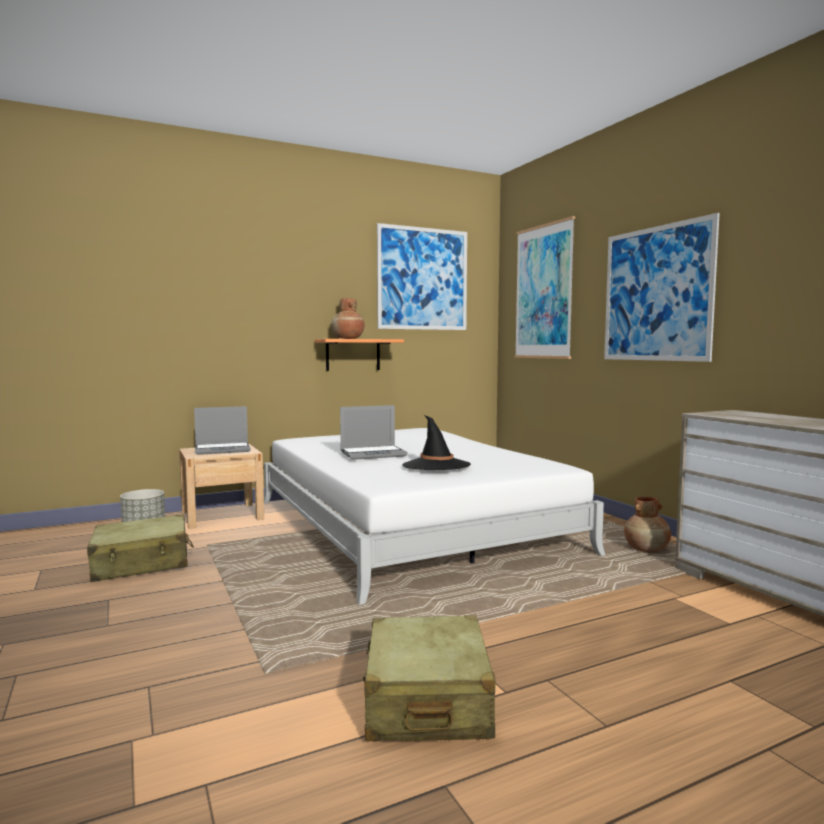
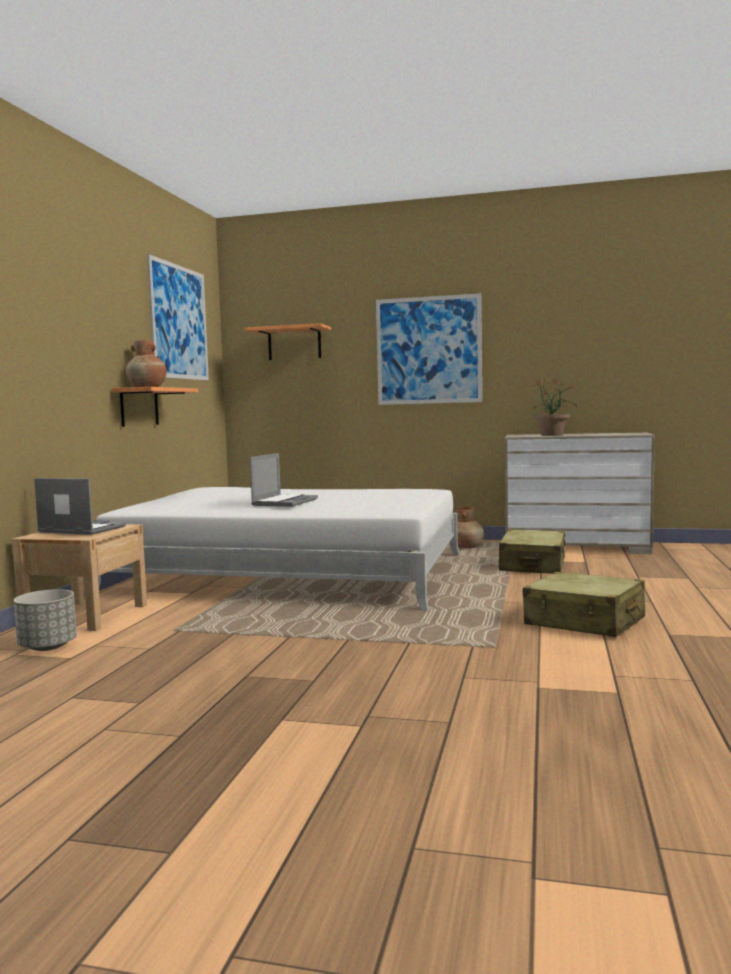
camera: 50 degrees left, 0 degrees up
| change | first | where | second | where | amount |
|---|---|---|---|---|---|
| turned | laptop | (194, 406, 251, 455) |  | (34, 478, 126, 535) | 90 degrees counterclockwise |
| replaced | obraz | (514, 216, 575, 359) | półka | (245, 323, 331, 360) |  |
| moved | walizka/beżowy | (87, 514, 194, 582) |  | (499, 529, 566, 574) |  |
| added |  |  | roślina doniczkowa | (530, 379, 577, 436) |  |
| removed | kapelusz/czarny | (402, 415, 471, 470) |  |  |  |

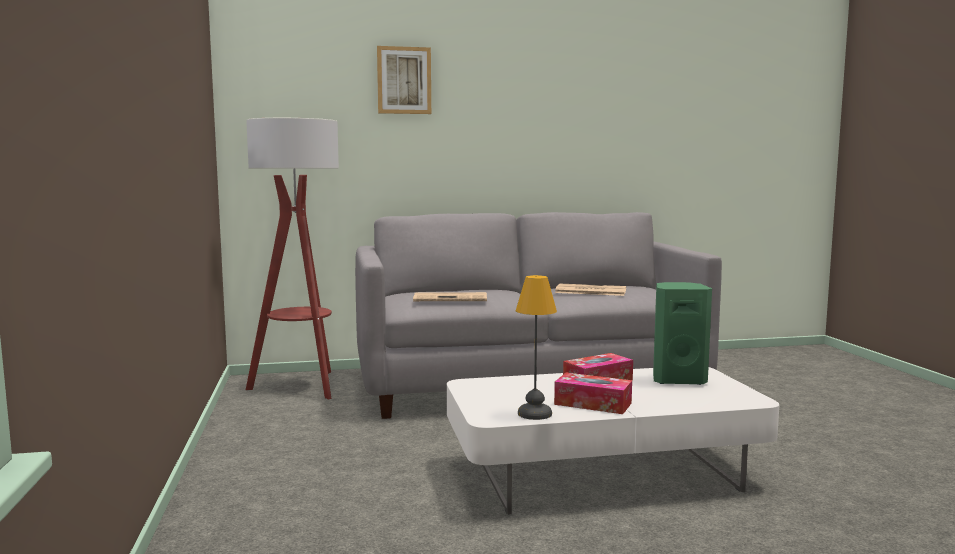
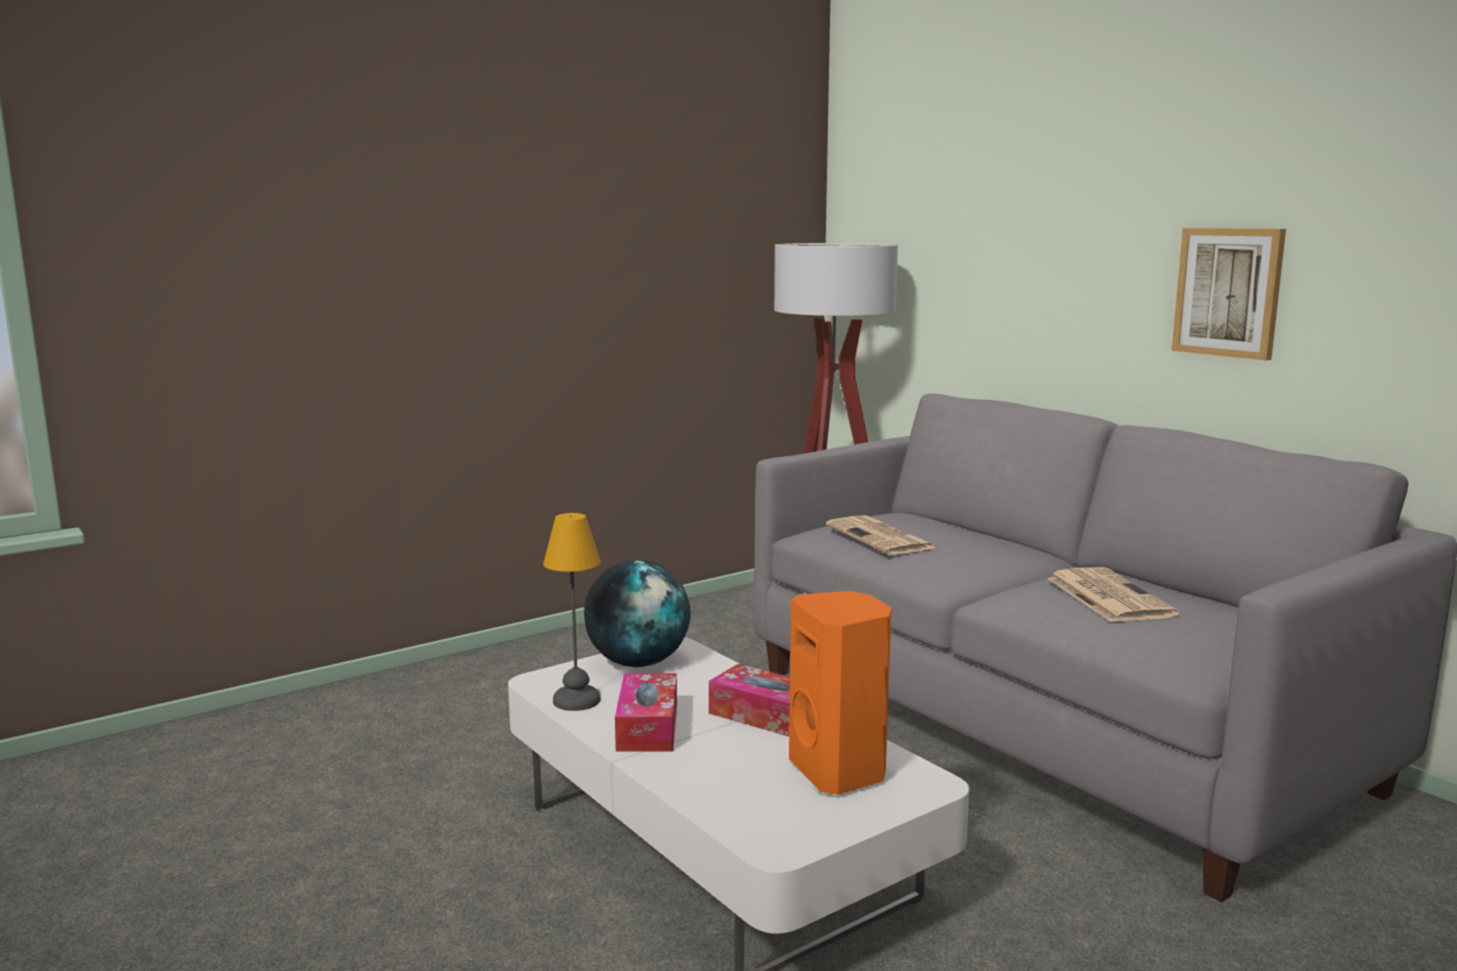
camera: 65 degrees right, 5 degrees up
| change | first | where | second | where | amount |
|---|---|---|---|---|---|
| added |  |  | globus | (584, 560, 691, 667) |  |
| recoloured | głośnik/zielony | (653, 282, 712, 385) | głośnik/pomarańczowy | (789, 591, 892, 795) |  |
| moved | obraz | (377, 46, 431, 114) |  | (1172, 228, 1286, 361) |  |

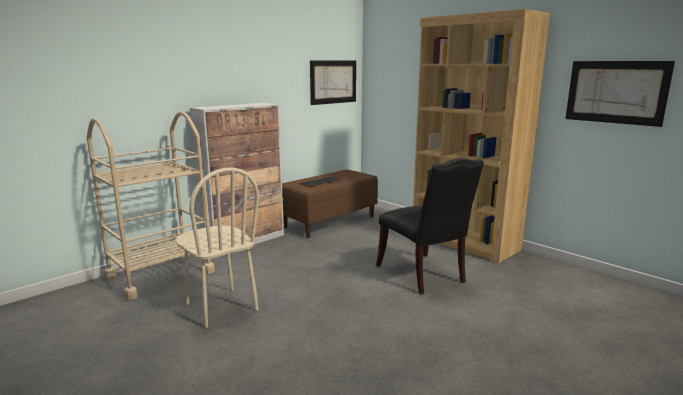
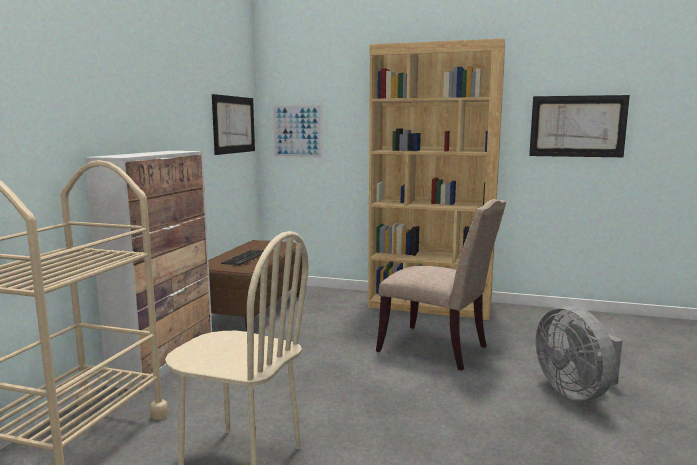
camera: 30 degrees left, 5 degrees down
| change | first | where | second | where | amount |
|---|---|---|---|---|---|
| added |  |  | obraz | (272, 104, 323, 159) |  |
| recoloured | krzesło/czarny | (376, 158, 484, 294) | krzesło/beżowy | (376, 199, 506, 371) |  |
| added |  |  | wentylator/szary | (536, 306, 623, 401) |  |

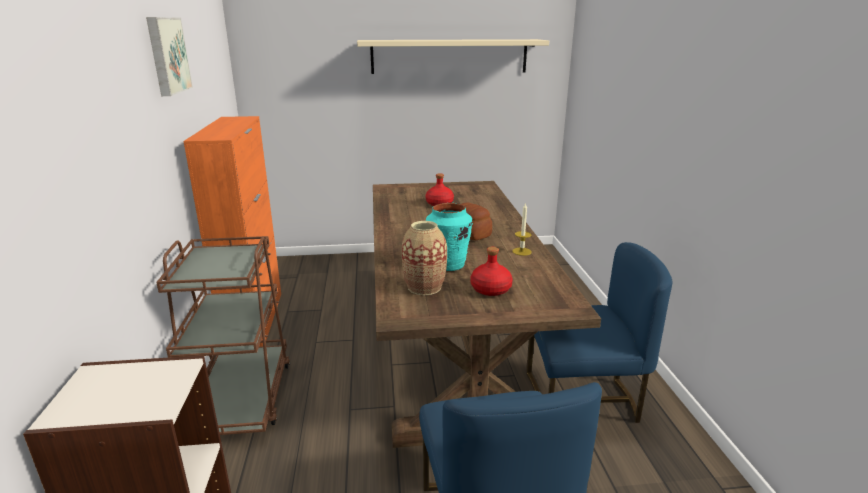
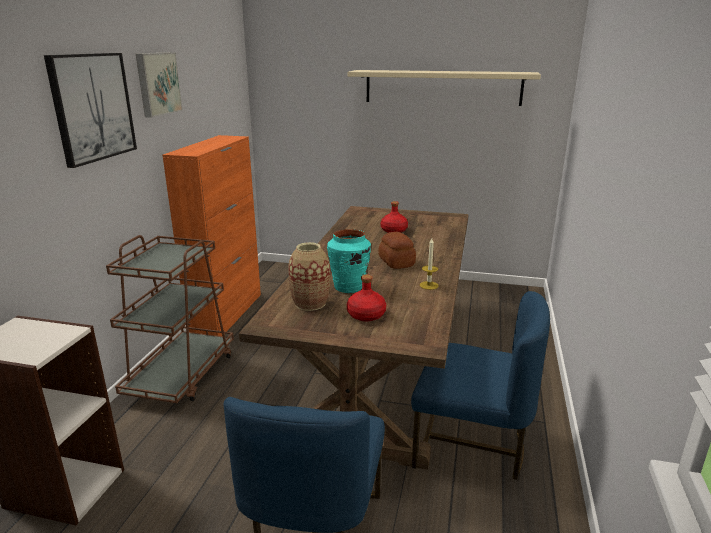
camera: 20 degrees right, 0 degrees up
| change | first | where | second | where | amount |
|---|---|---|---|---|---|
| added |  |  | obraz | (44, 53, 137, 168) |  |

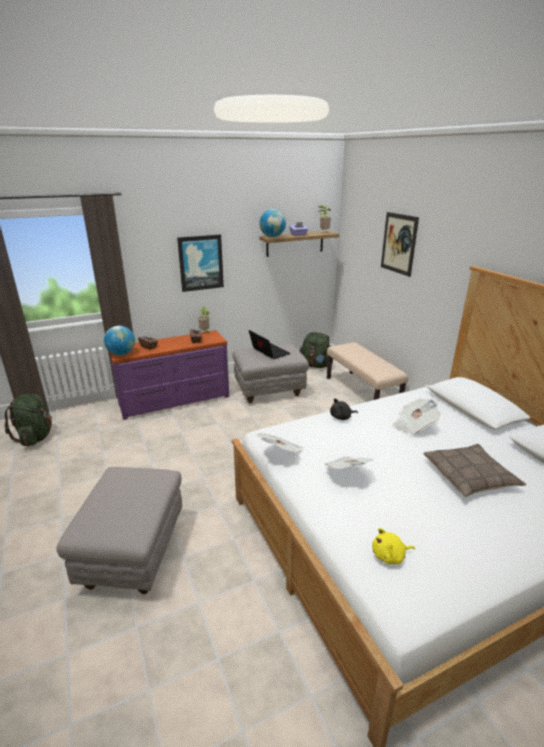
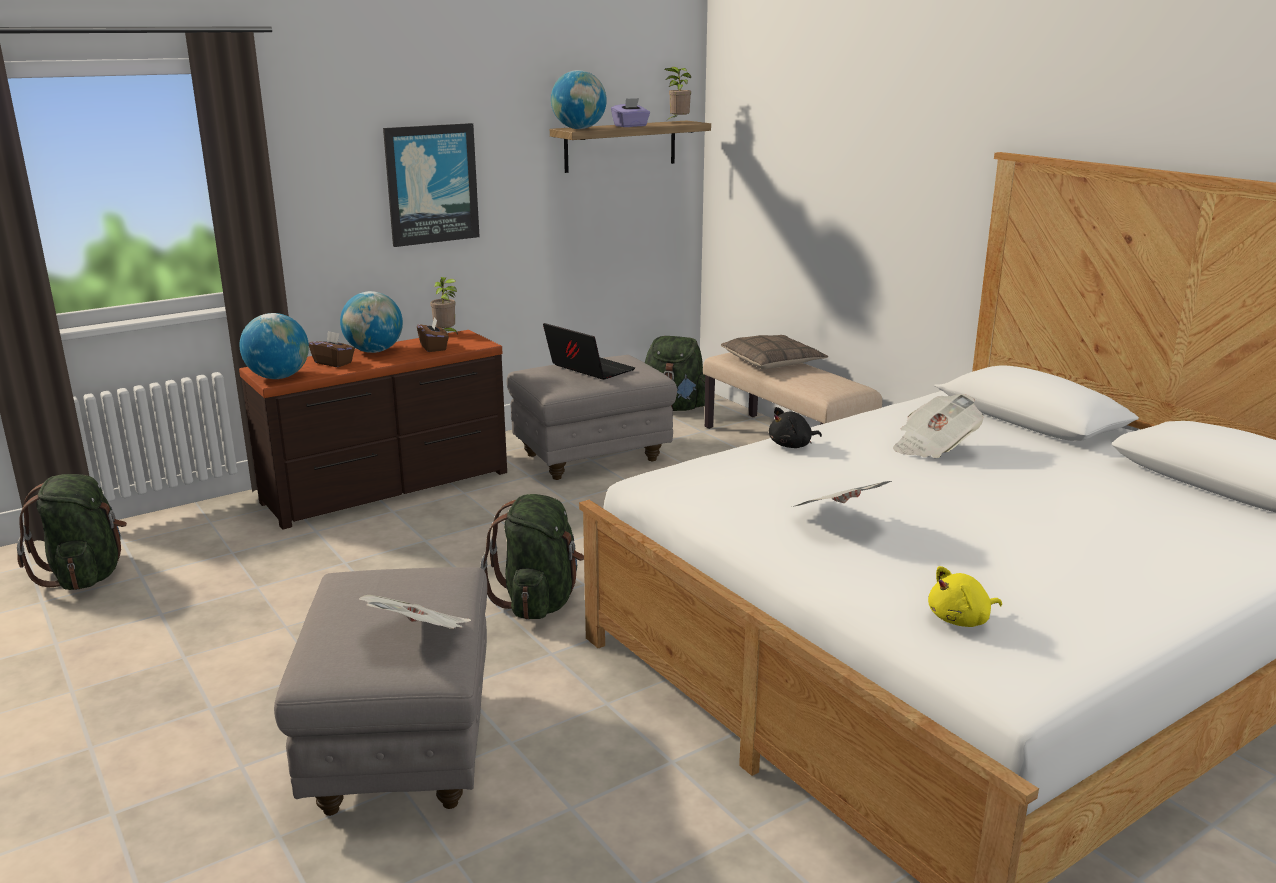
camera: 10 degrees left, 5 degrees down
| change | first | where | second | where | amount |
|---|---|---|---|---|---|
| recoloured | komoda/fioletowy | (109, 330, 229, 420) | komoda/brązowy | (239, 330, 507, 530) |  |
| added |  |  | globus | (340, 291, 403, 353) |  |
| moved | gazeta | (257, 433, 303, 453) |  | (359, 595, 471, 629) |  |
| added |  |  | plecak/zielony | (480, 494, 584, 620) |  |
| moved | poduszka | (423, 444, 526, 497) |  | (721, 335, 828, 369) |  |
| removed | obraz | (381, 212, 419, 277) |  |  |  |

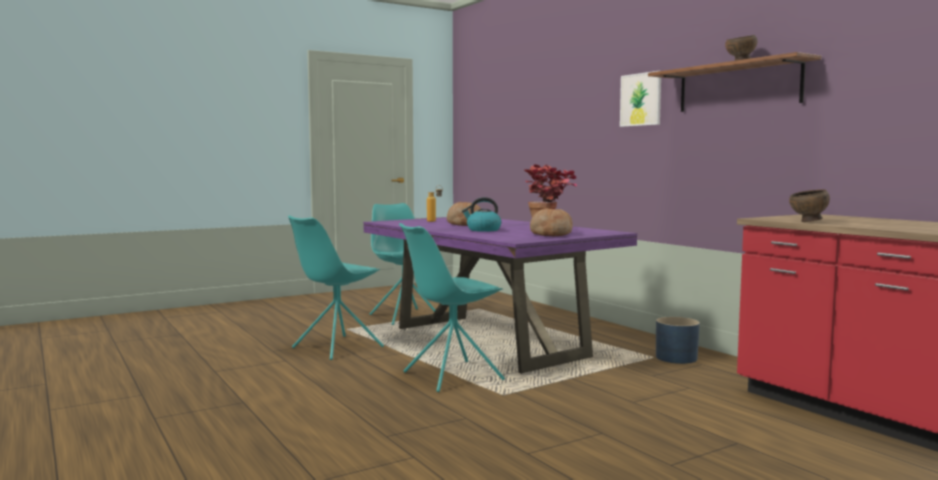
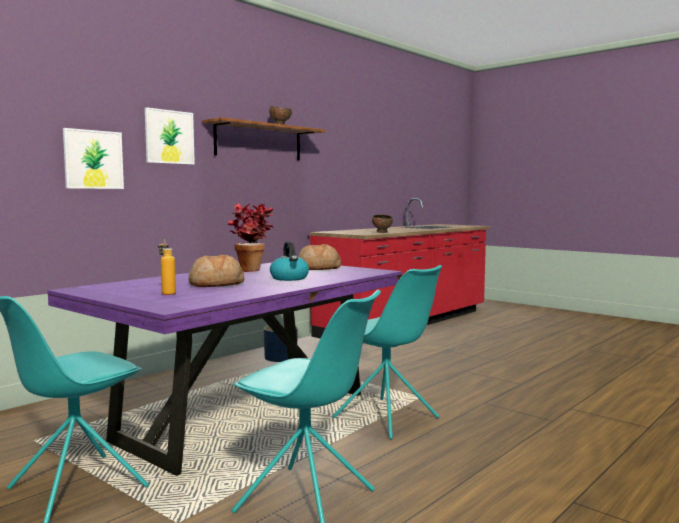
camera: 105 degrees left, 0 degrees up
| change | first | where | second | where | amount |
|---|---|---|---|---|---|
| added |  |  | obraz | (63, 128, 124, 189) |  |

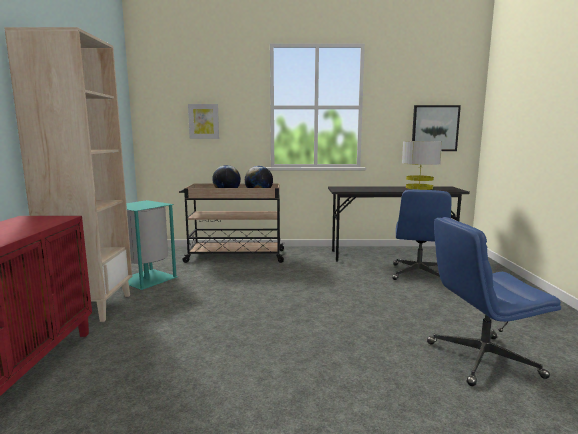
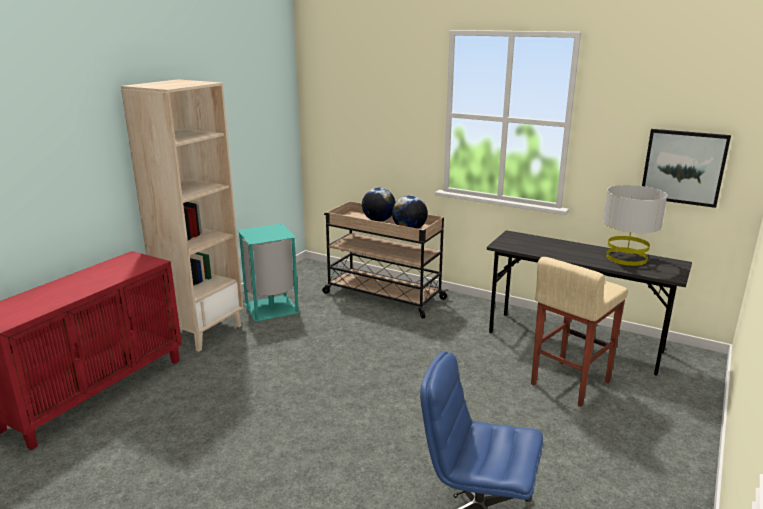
camera: 30 degrees right, 10 degrees up
| change | first | where | second | where | amount |
|---|---|---|---|---|---|
| replaced | krzesło biurowe/niebieski | (392, 190, 452, 280) | stołek/beżowy | (531, 257, 628, 407) |  |
| removed | obraz | (188, 104, 219, 139) |  |  |  |

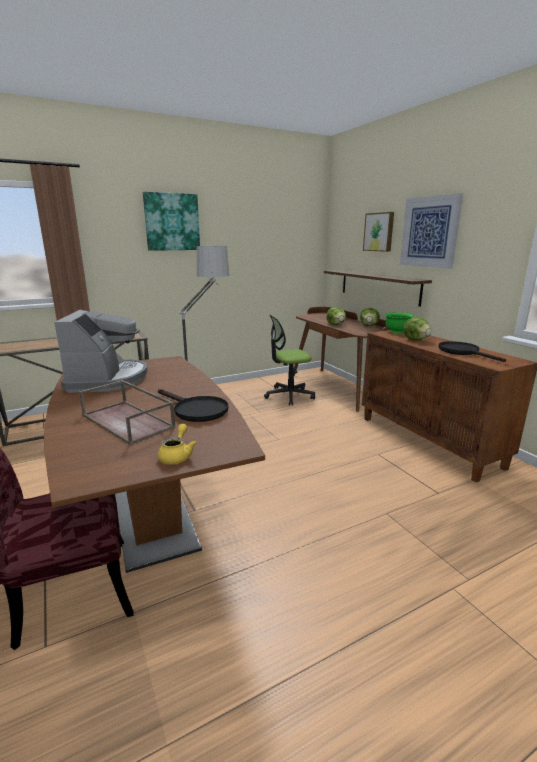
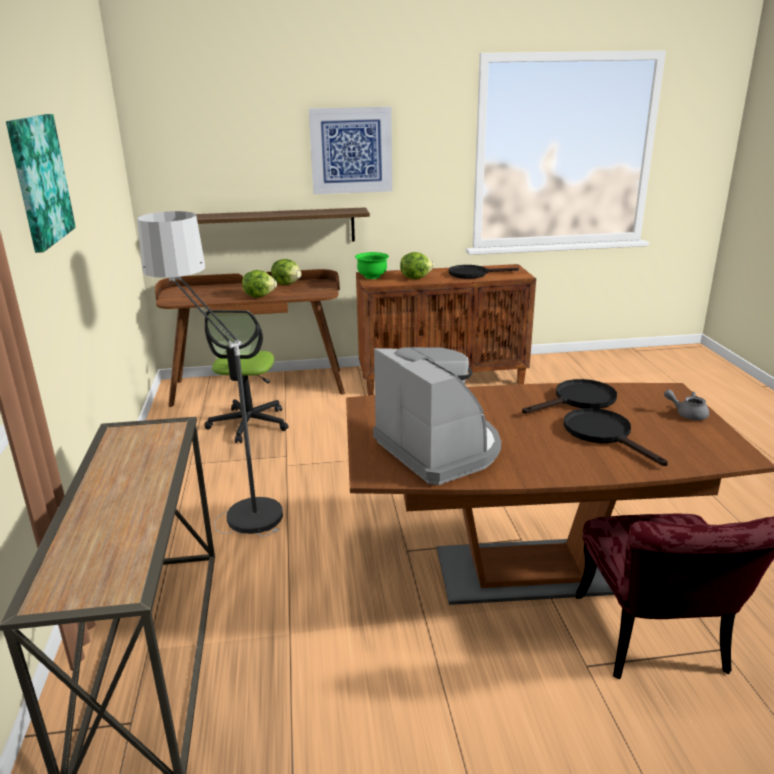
camera: 70 degrees left, 5 degrees up
| change | first | where | second | where | amount |
|---|---|---|---|---|---|
| turned | ekspres do kawy | (54, 310, 148, 393) |  | (373, 347, 501, 485) | 45 degrees clockwise |
| replaced | taca/brązowy | (79, 380, 176, 445) | patelnia/czarny | (564, 408, 668, 466) |  |
| recoloured | imbryk/żółty | (158, 424, 197, 464) | imbryk/szary | (664, 390, 709, 420) |  |
| removed | obraz | (363, 212, 394, 252) |  |  |  |

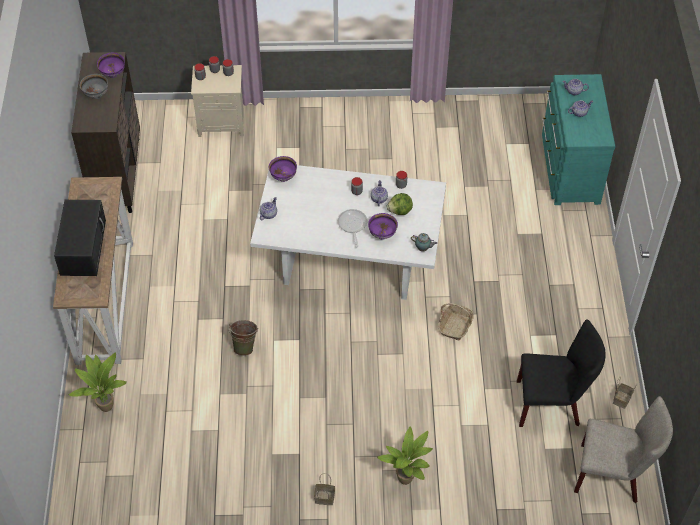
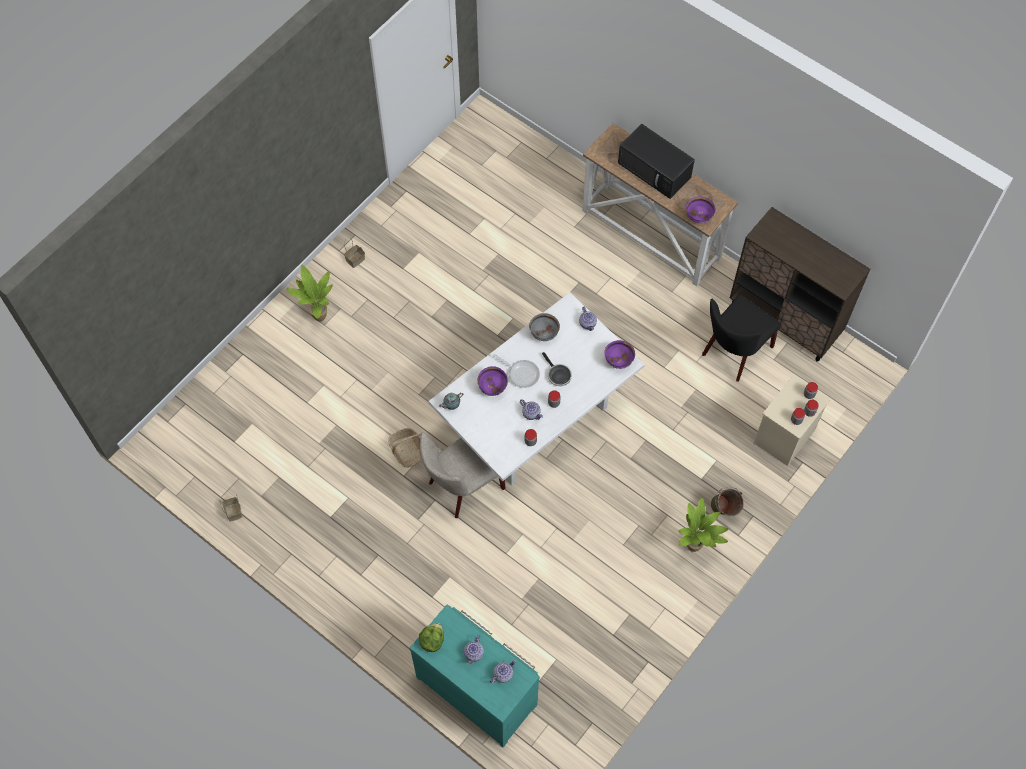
camera: 130 degrees right, 10 degrees up
| change | first | where | second | where | amount |
|---|---|---|---|---|---|
| moved | sałata | (387, 193, 413, 215) |  | (419, 623, 444, 652) |  |
| moved | krzesło/beżowy | (574, 396, 673, 503) |  | (420, 432, 506, 518) |  |
| moved | miska/szary | (80, 74, 108, 99) |  | (529, 313, 560, 341) |  |
| added |  |  | patelnia | (542, 352, 572, 386) |  |
| moved | roślina doniczkowa | (69, 353, 127, 412) |  | (678, 498, 728, 552) |  |
| moved | miska/fioletowy | (97, 53, 125, 78) |  | (686, 196, 715, 223) |  |
| moved | krzesło/czarny | (517, 319, 606, 427) |  | (702, 294, 781, 381) |  |
| moved | wiadro/zielony | (229, 320, 258, 356) |  | (711, 487, 744, 517) |  |

